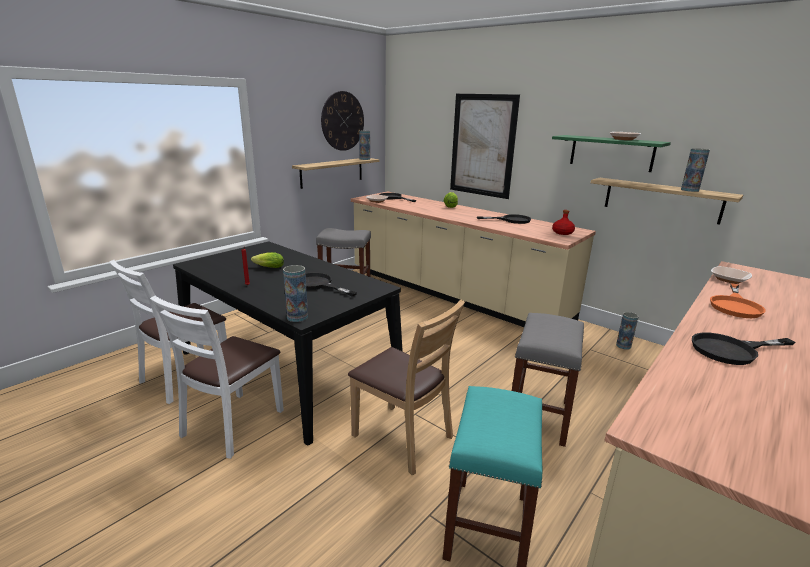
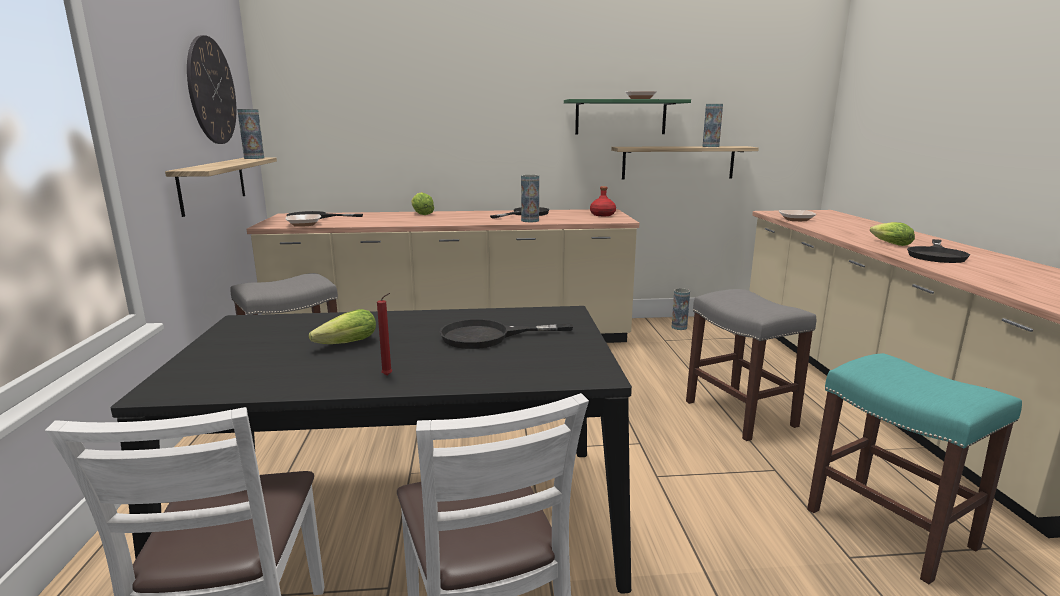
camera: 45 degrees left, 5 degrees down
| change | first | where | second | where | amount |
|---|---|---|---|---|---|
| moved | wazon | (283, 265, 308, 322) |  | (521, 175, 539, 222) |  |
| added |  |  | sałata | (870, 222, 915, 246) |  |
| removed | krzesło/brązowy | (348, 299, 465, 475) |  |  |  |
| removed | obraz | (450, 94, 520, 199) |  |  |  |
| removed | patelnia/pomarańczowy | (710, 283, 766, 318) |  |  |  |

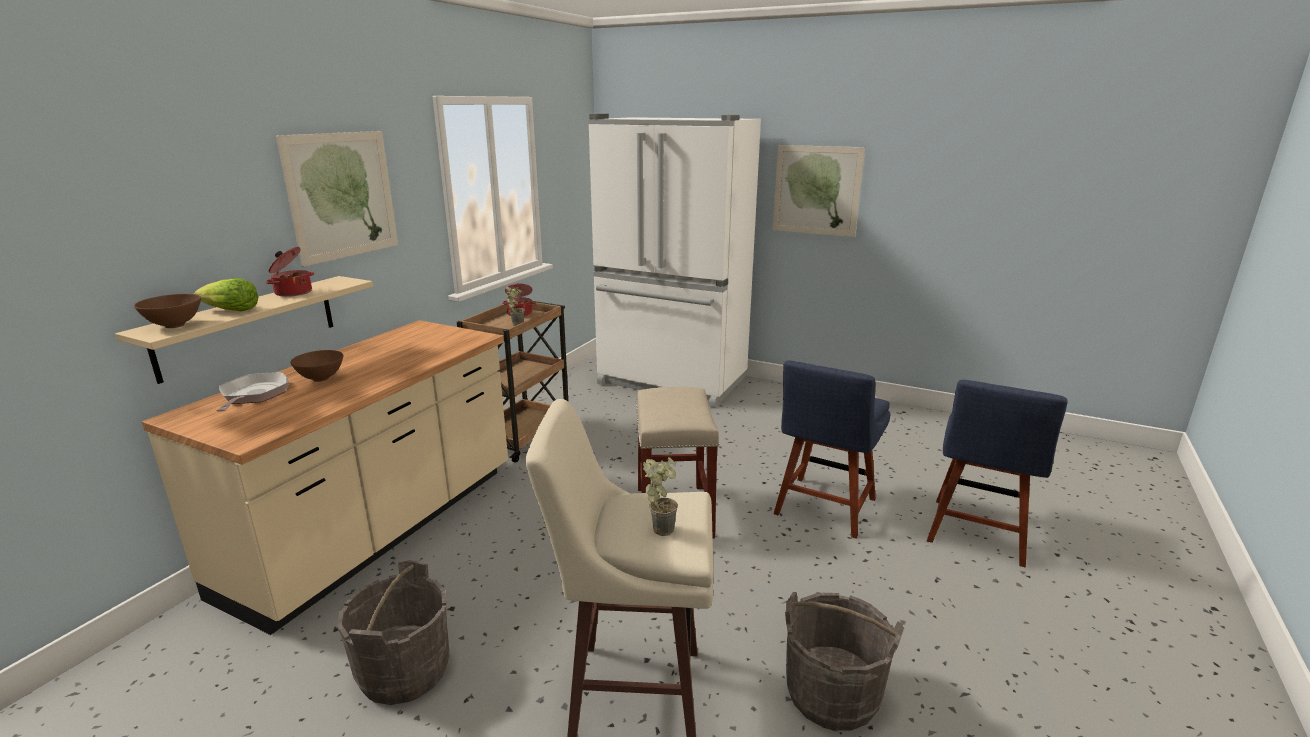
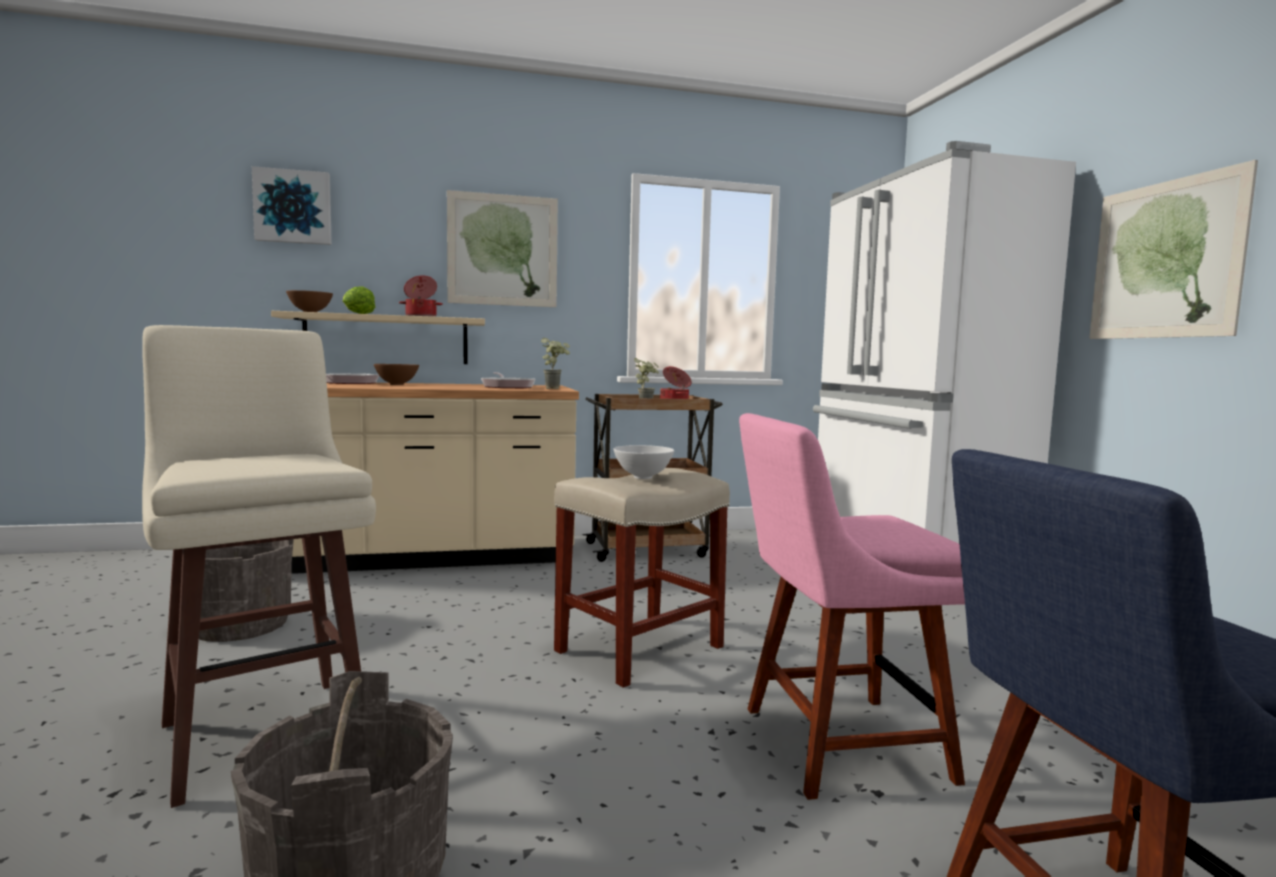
camera: 50 degrees right, 15 degrees down
| change | first | where | second | where | amount |
|---|---|---|---|---|---|
| added |  |  | obraz | (252, 166, 332, 245) |  |
| added |  |  | patelnia | (481, 372, 535, 388) |  |
| moved | roślina doniczkowa | (643, 457, 678, 536) |  | (541, 338, 570, 389) |  |
| added |  |  | miska/biały | (613, 445, 674, 479) |  |
| recoloured | krzesło/niebieski | (774, 361, 890, 539) | krzesło/różowy | (739, 413, 965, 800) |  |

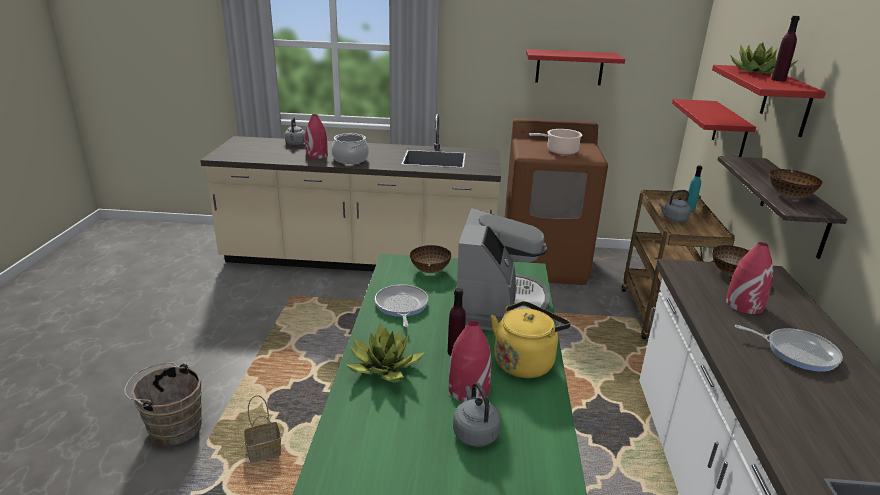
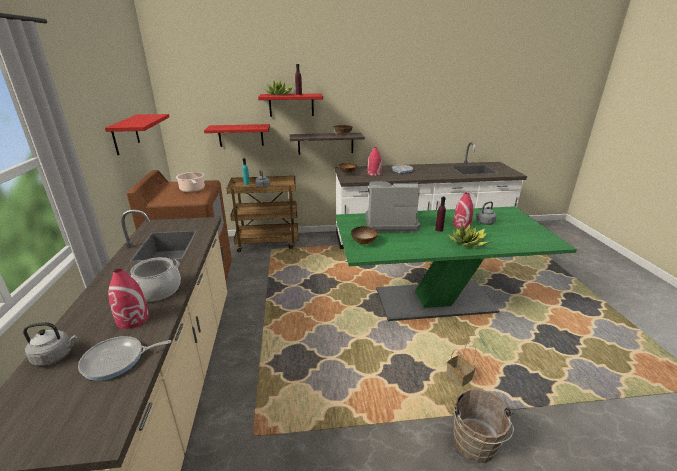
camera: 100 degrees left, 0 degrees up
| change | first | where | second | where | amount |
|---|---|---|---|---|---|
| moved | patelnia | (375, 284, 428, 327) |  | (78, 336, 172, 381) |  |
| removed | czajnik/żółty | (491, 301, 571, 378) |  |  |  |

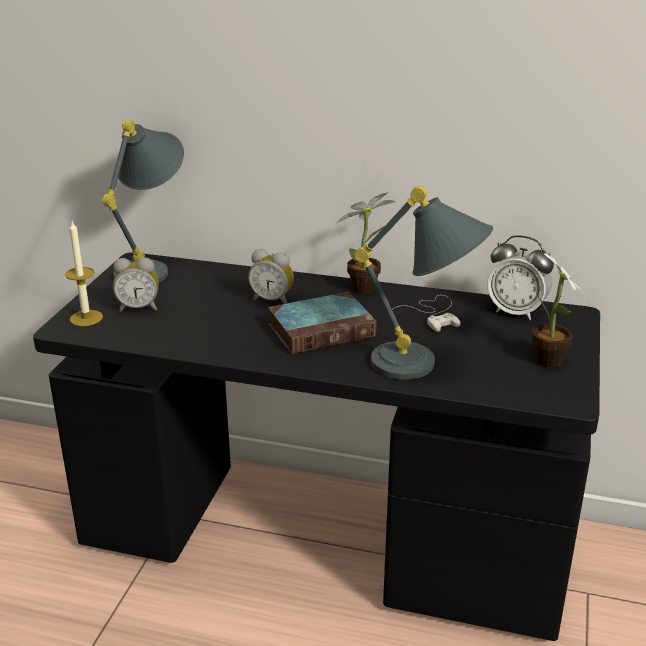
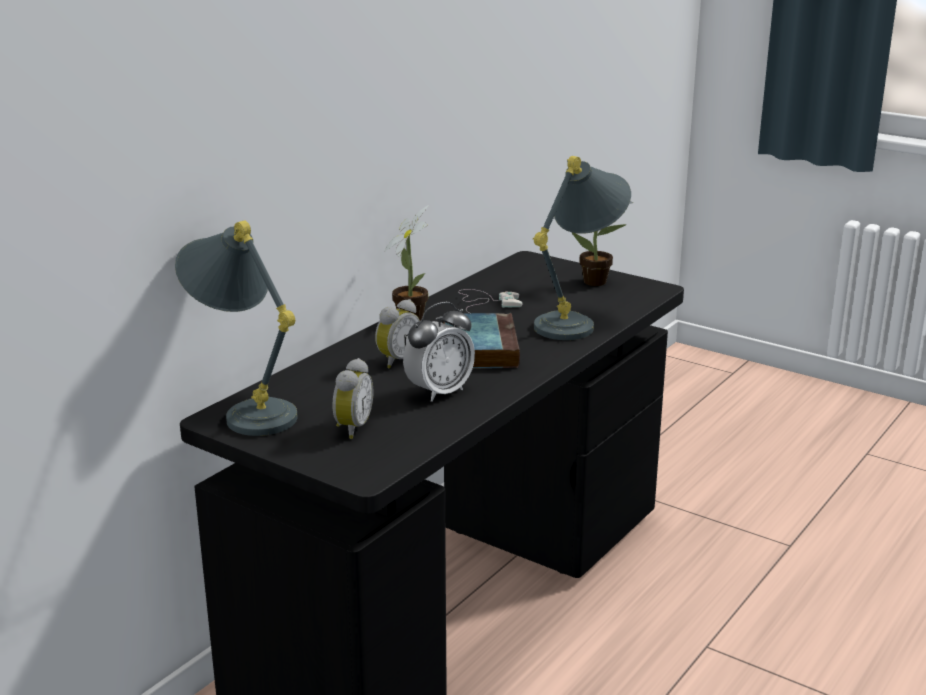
camera: 70 degrees left, 5 degrees down
| change | first | where | second | where | amount |
|---|---|---|---|---|---|
| moved | budzik | (487, 235, 554, 320) |  | (403, 302, 475, 402) |  |
| removed | świeca | (65, 221, 103, 326) |  |  |  |

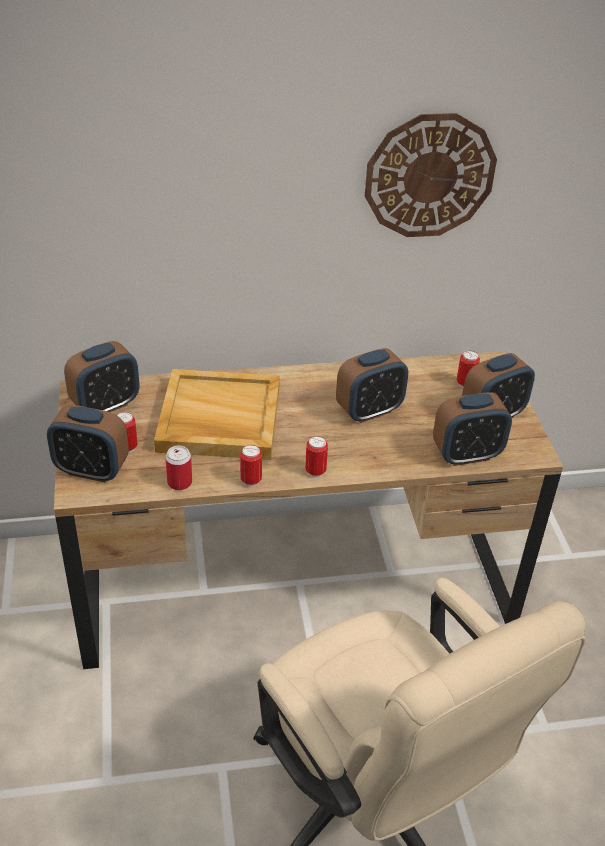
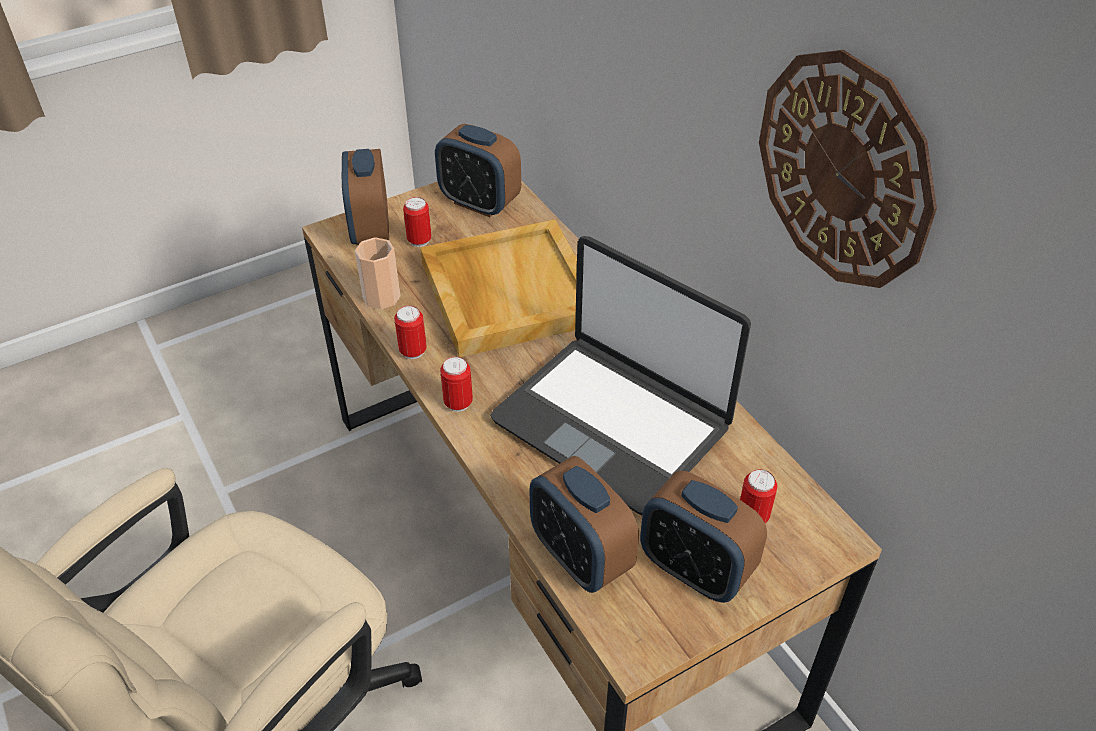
camera: 70 degrees right, 5 degrees up
| change | first | where | second | where | amount |
|---|---|---|---|---|---|
| replaced | puszka | (165, 446, 192, 490) | filiżanka | (355, 237, 400, 309) |  |
| replaced | budzik | (336, 348, 408, 423) | laptop | (491, 236, 751, 515) |  |

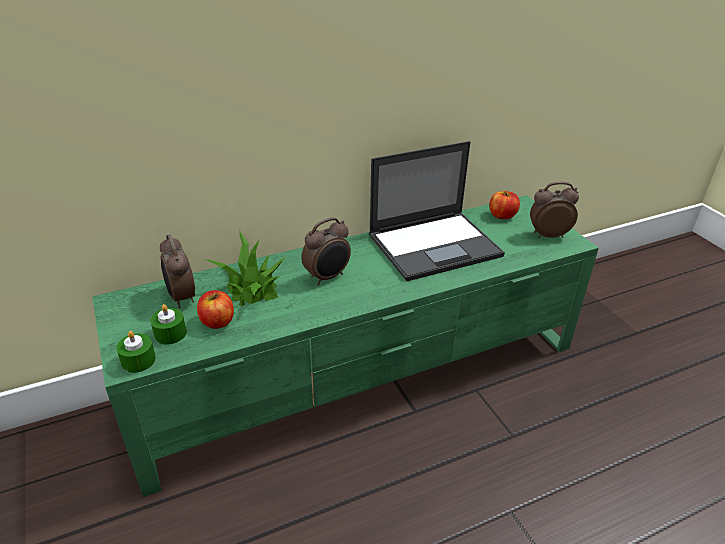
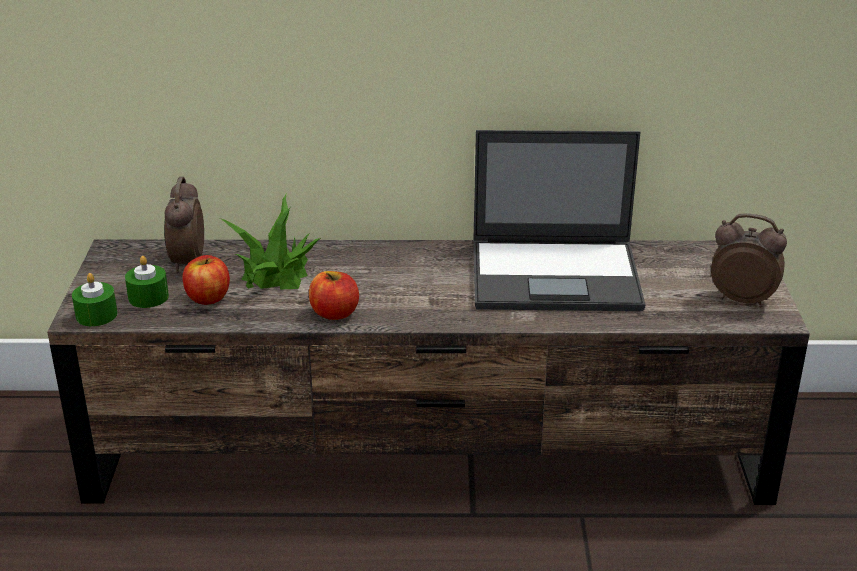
camera: 25 degrees right, 5 degrees down
| change | first | where | second | where | amount |
|---|---|---|---|---|---|
| recoloured | szafka pod telewizor/zielony | (92, 195, 599, 497) | szafka pod telewizor/brązowy | (47, 239, 810, 505) |  |
| moved | jabłko | (489, 191, 520, 219) |  | (309, 271, 359, 320) |  |
| removed | budzik | (301, 217, 351, 285) |  |  |  |

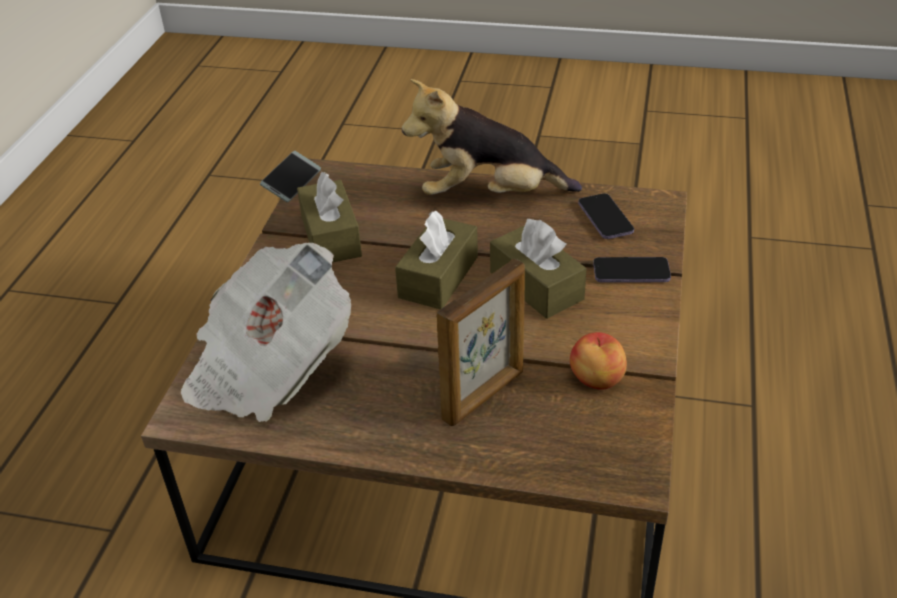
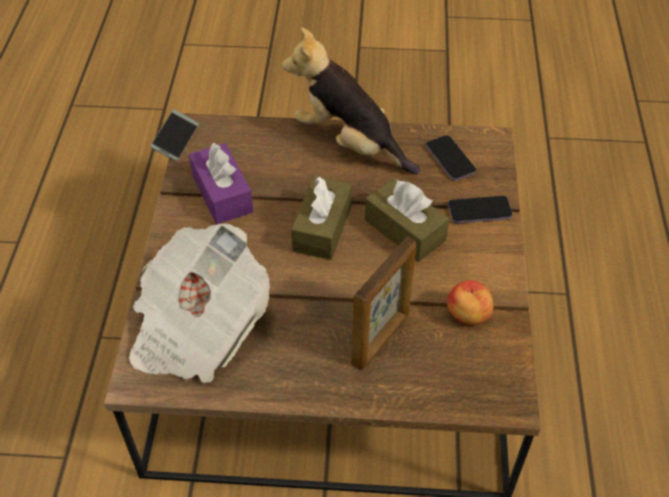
camera: 10 degrees left, 10 degrees up
| change | first | where | second | where | amount |
|---|---|---|---|---|---|
| recoloured | pudełko chusteczek/brązowy | (297, 172, 362, 263) | pudełko chusteczek/fioletowy | (189, 143, 253, 224) |  |
| turned | pluszak | (402, 79, 582, 195) |  | (282, 27, 420, 174) | 45 degrees clockwise |

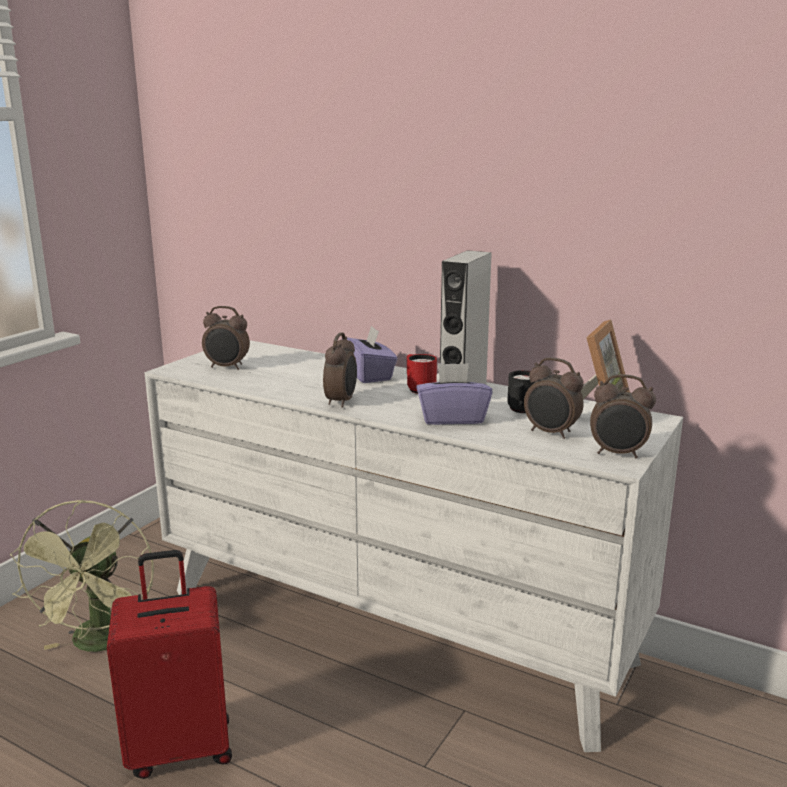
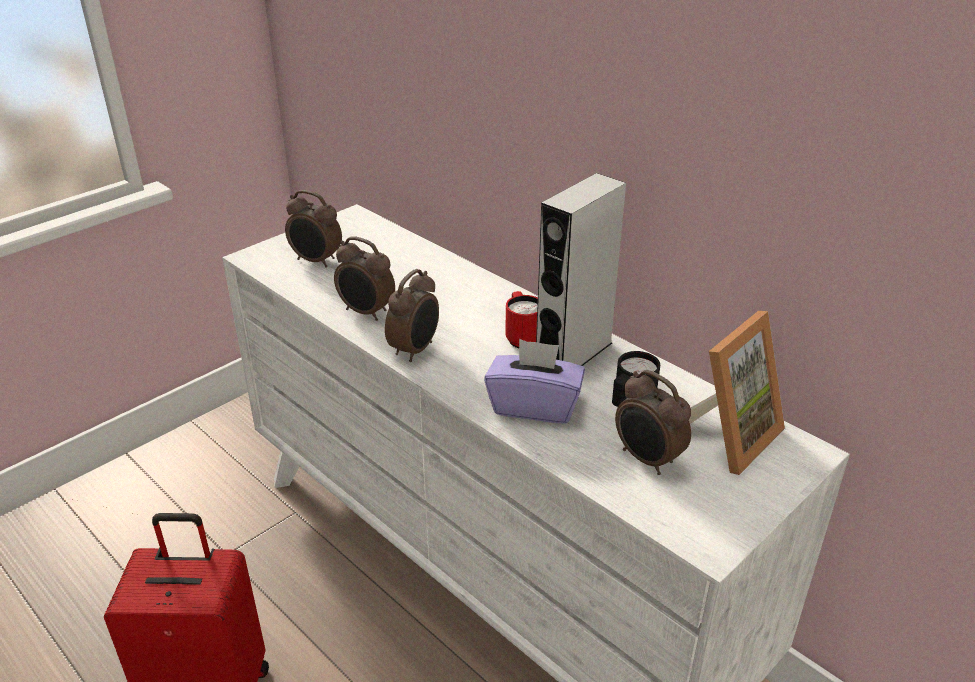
camera: 15 degrees right, 15 degrees up
| change | first | where | second | where | amount |
|---|---|---|---|---|---|
| moved | budzik | (590, 374, 656, 458) |  | (334, 236, 395, 321) |  |
| removed | wentylator/zielony | (10, 499, 154, 652) |  |  |  |
| removed | pudełko chusteczek/fioletowy | (347, 325, 397, 383) |  |  |  |

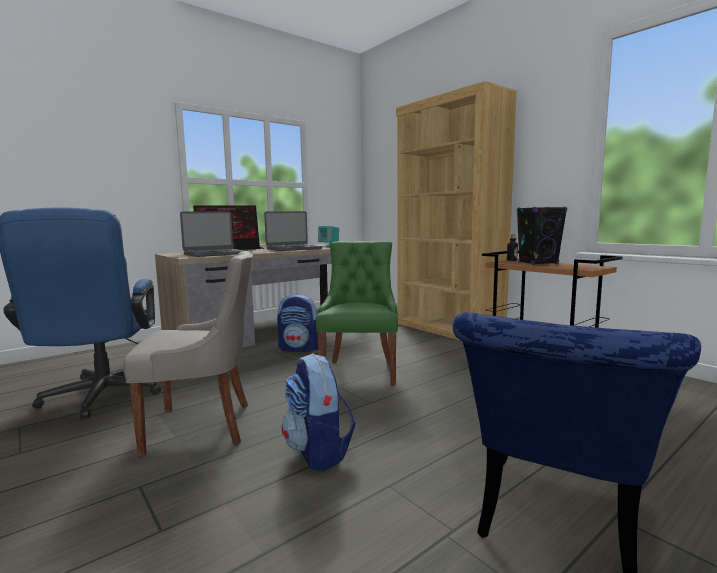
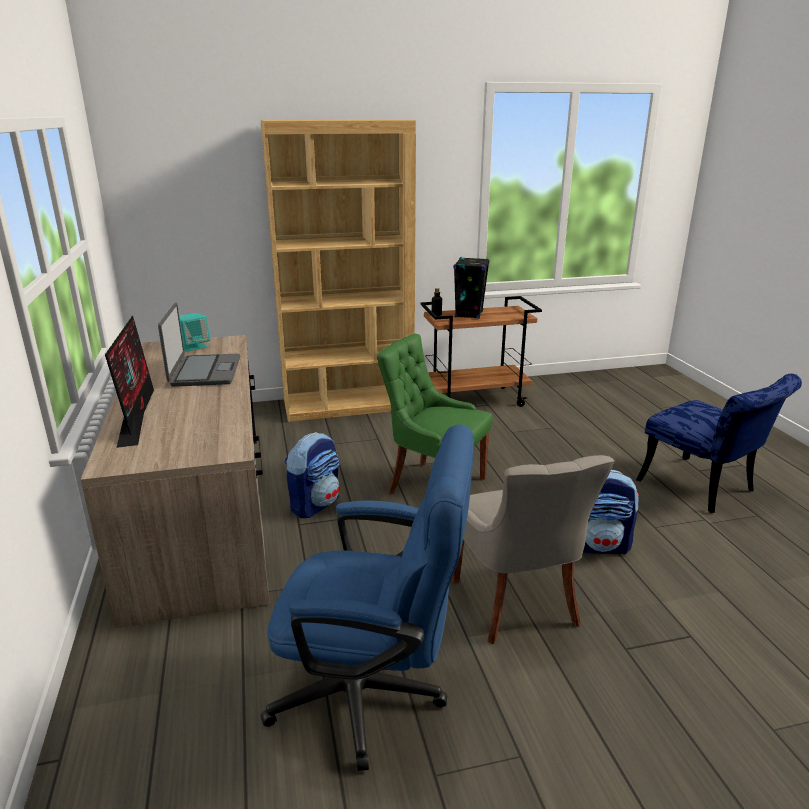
camera: 65 degrees left, 15 degrees up
| change | first | where | second | where | amount |
|---|---|---|---|---|---|
| turned | krzesło/szary | (123, 251, 253, 456) |  | (452, 455, 614, 644) | 150 degrees clockwise |
| removed | laptop | (180, 211, 248, 257) |  |  |  |

